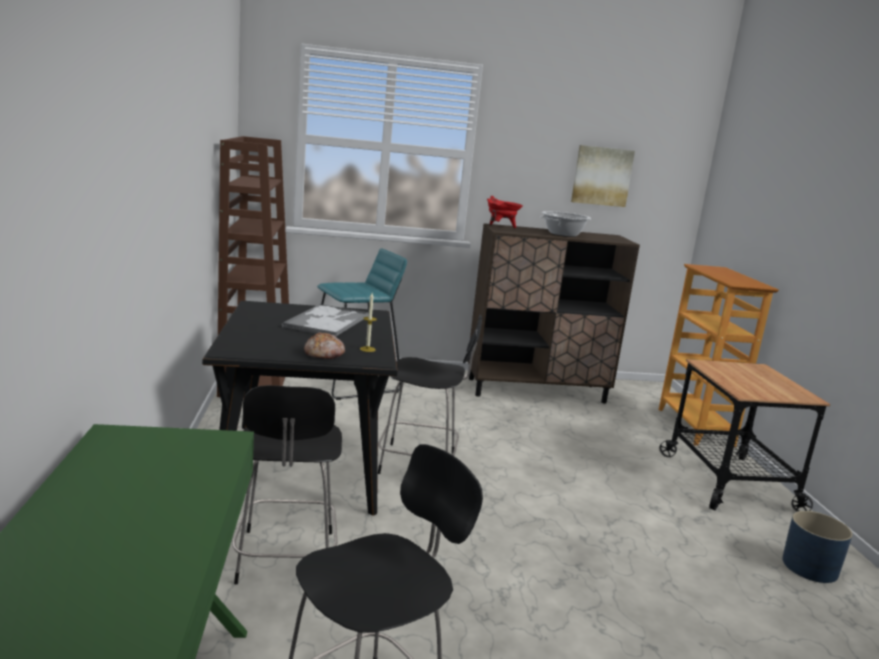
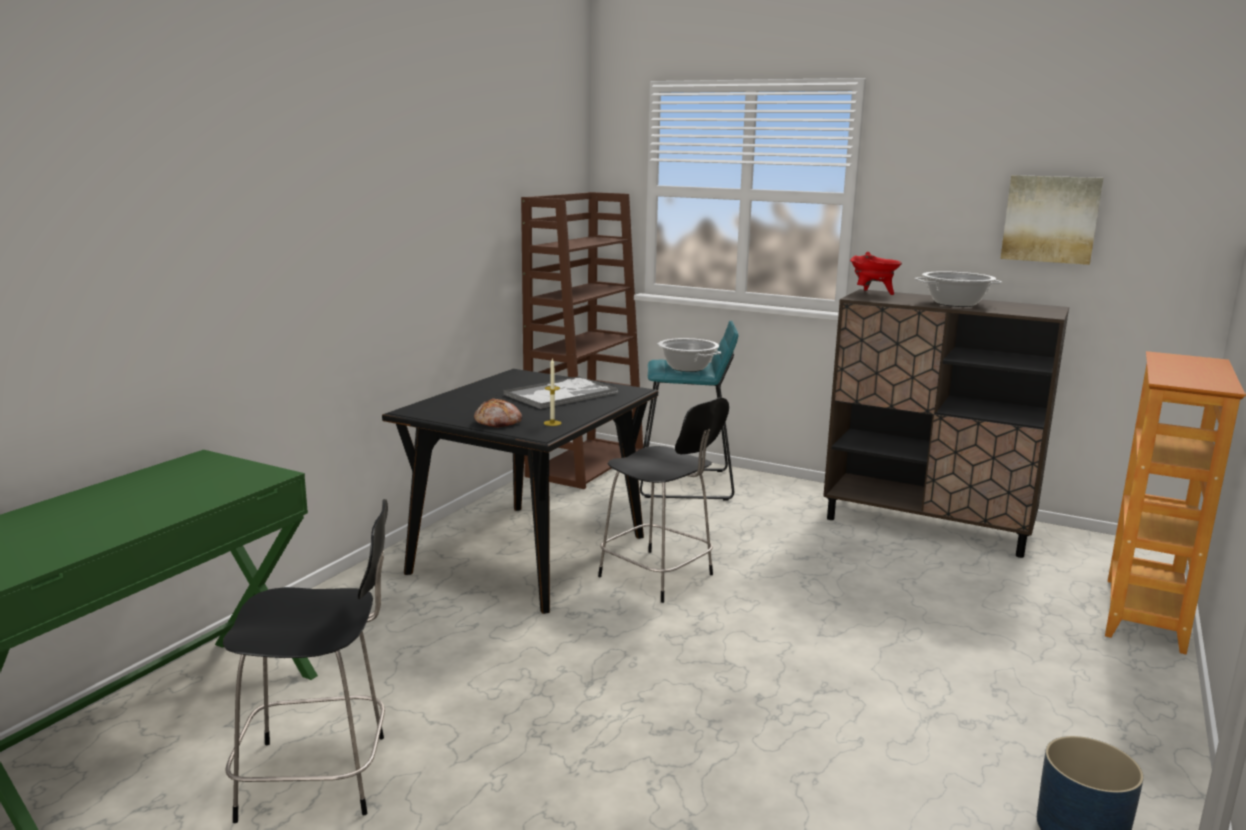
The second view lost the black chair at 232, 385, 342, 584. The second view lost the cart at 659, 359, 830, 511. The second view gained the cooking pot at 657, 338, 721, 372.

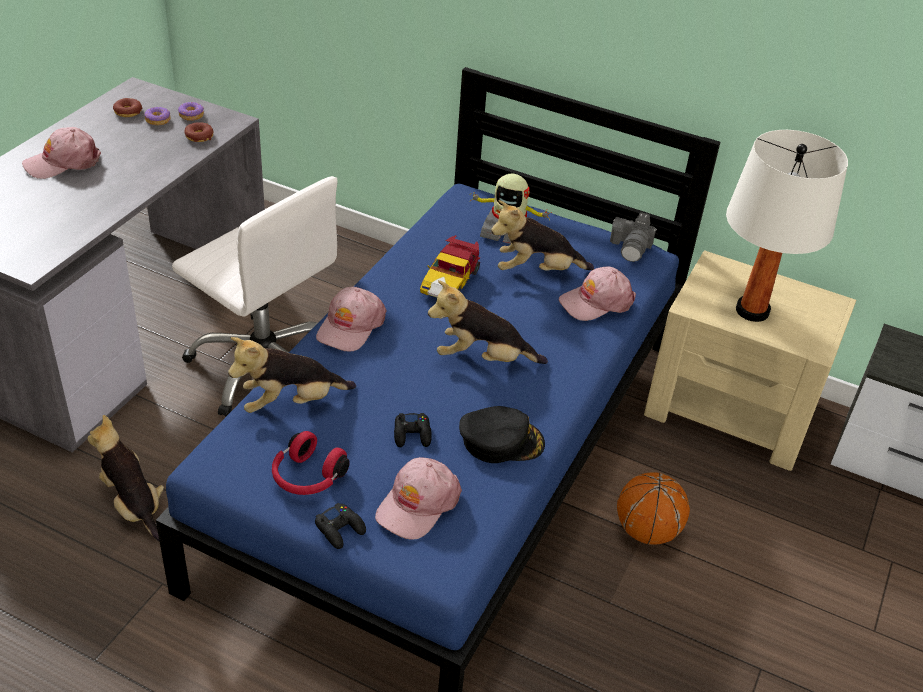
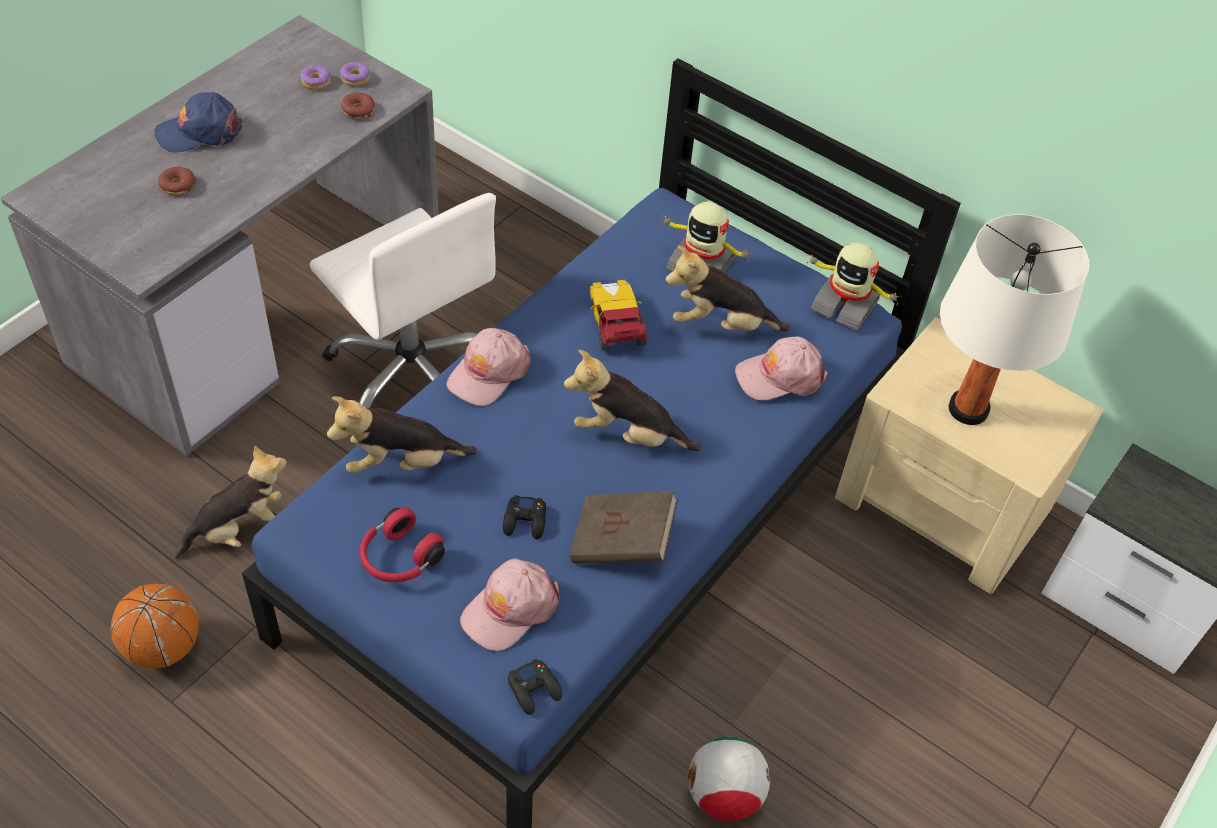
What was the pink cap at 22, 127, 101, 179 turned into the blue cap at 155, 92, 242, 153. The plush toy at 88, 415, 164, 541 ended up facing another way, 90 degrees clockwise from before. The donut ended up elsewhere, having gone from 113, 98, 143, 117 to 158, 167, 196, 195. The black game controller ended up elsewhere, having gone from 315, 503, 366, 549 to 508, 658, 562, 715. The toy car at 420, 235, 480, 297 ended up facing another way, 135 degrees clockwise from before. Where the black cap stood at 459, 406, 545, 463, the brown book came to stand at 570, 491, 678, 564. Where the photo camera stood at 610, 212, 657, 262, the toy robot came to stand at 806, 242, 902, 331. The basketball ended up elsewhere, having gone from 617, 472, 690, 545 to 111, 584, 199, 669. The second view gained the football at 688, 737, 770, 821.

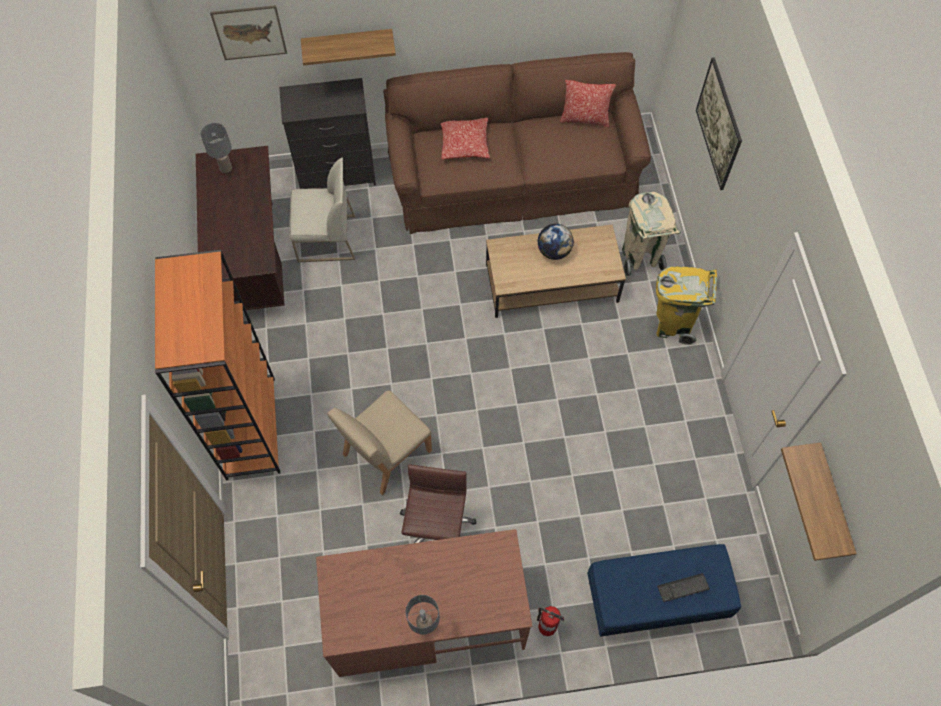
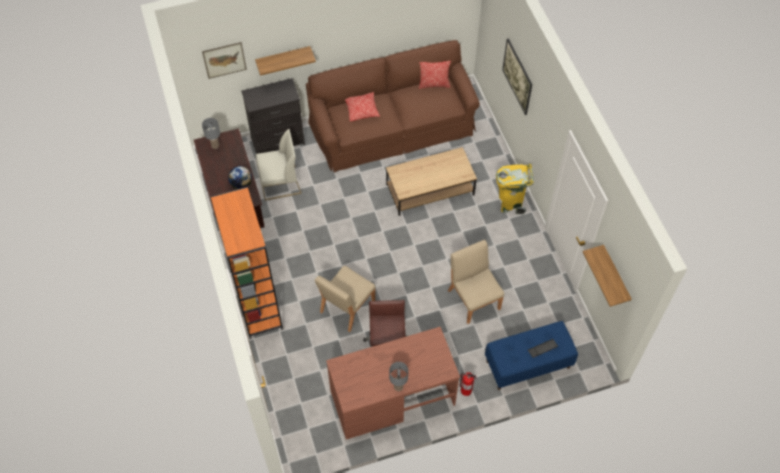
The globe ended up elsewhere, having gone from 538, 224, 574, 260 to 228, 166, 252, 189. The second view lost the beige trash can at 622, 192, 681, 277. The second view gained the beige chair at 448, 240, 504, 324.

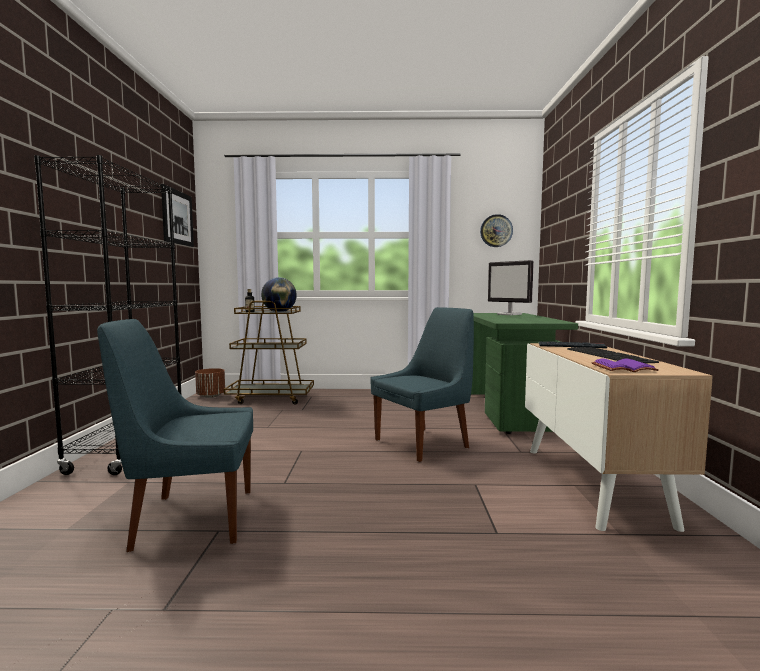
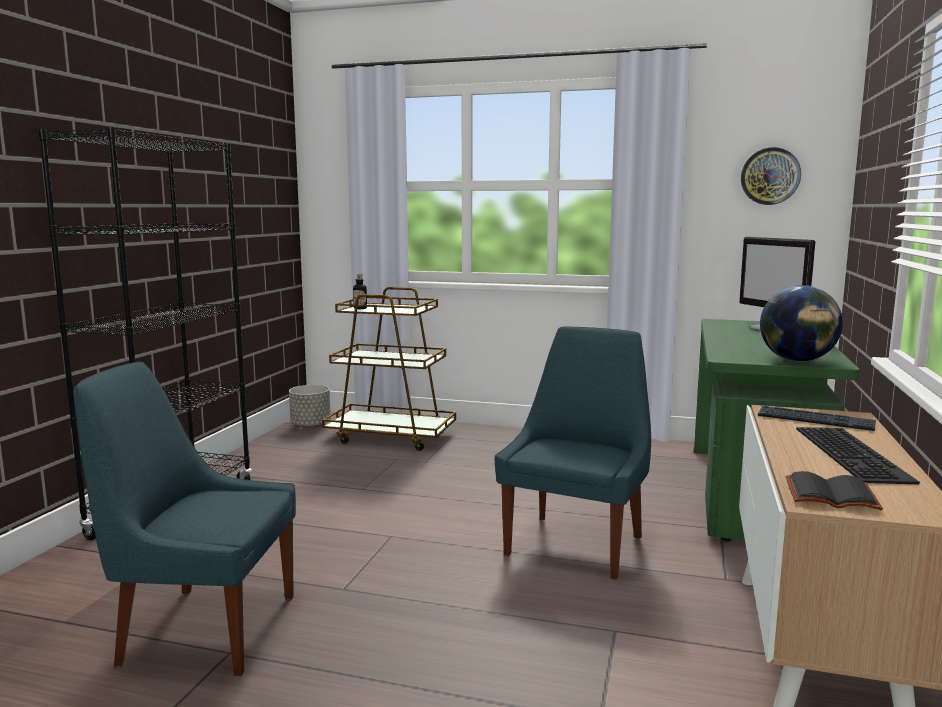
The second view lost the picture at 161, 184, 194, 247. What was the brown planter at 195, 368, 225, 398 turned into the grey planter at 289, 385, 331, 428. The globe ended up elsewhere, having gone from 261, 277, 297, 312 to 760, 285, 843, 362. The blue chair at 371, 307, 474, 462 ended up facing another way, 45 degrees counterclockwise from before. What was the purple book at 592, 358, 659, 372 turned into the black book at 786, 471, 883, 511.

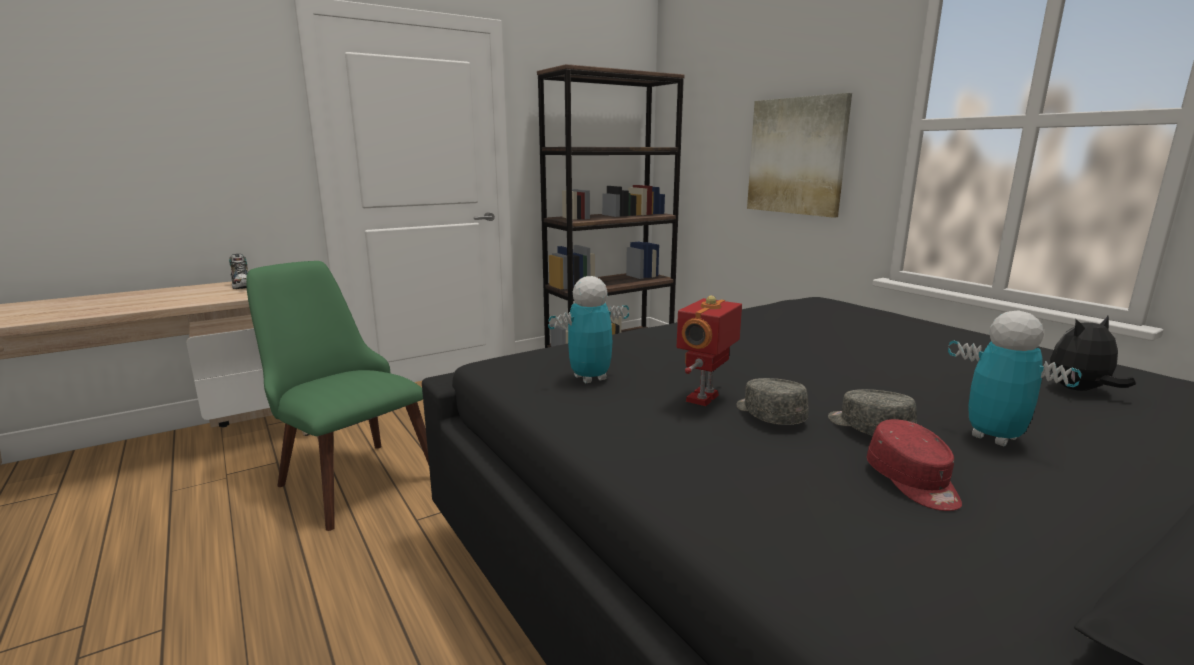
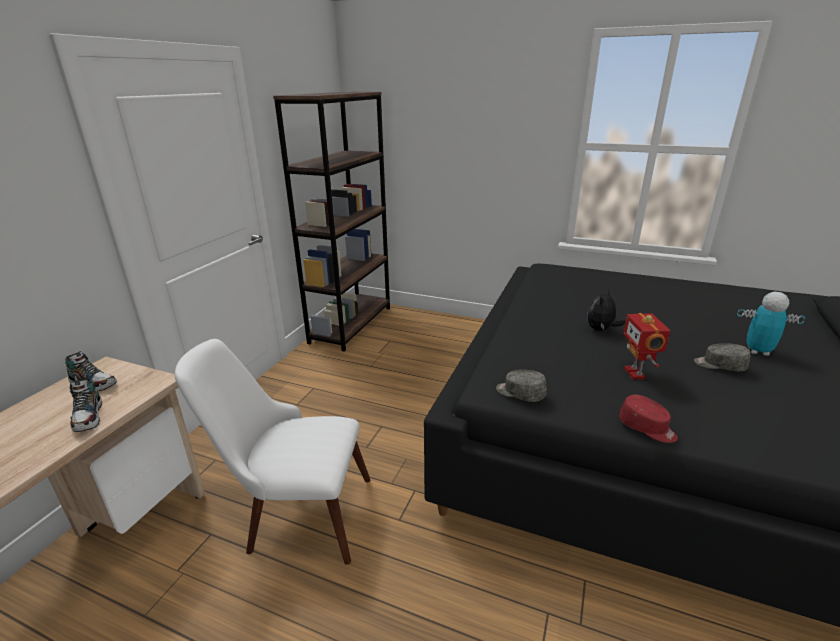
What was the green chair at 246, 261, 429, 531 turned into the white chair at 175, 339, 370, 565. The second view lost the toy robot at 548, 276, 629, 383. The grey cap ended up elsewhere, having gone from 736, 378, 809, 425 to 496, 370, 547, 402. The second view lost the picture at 747, 93, 852, 218. The red cap ended up elsewhere, having gone from 867, 419, 962, 511 to 619, 395, 678, 443. The plush toy ended up elsewhere, having gone from 1050, 316, 1136, 391 to 587, 288, 625, 331. The second view gained the shoe at 69, 378, 102, 432.

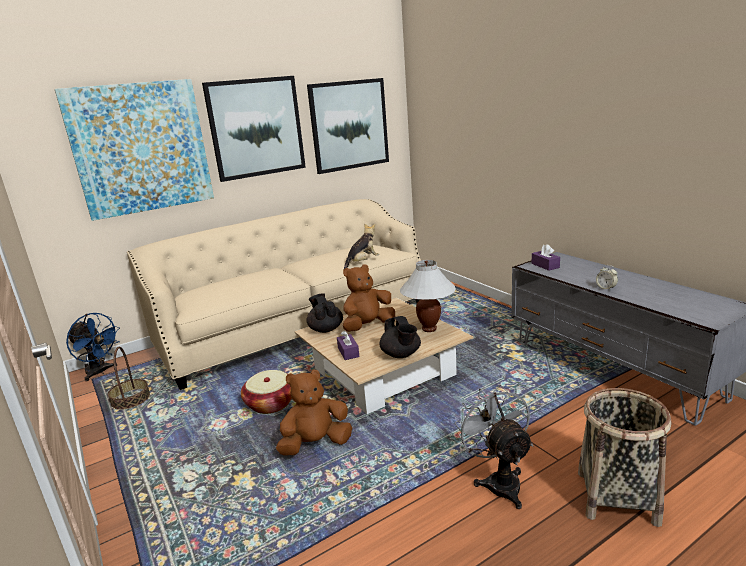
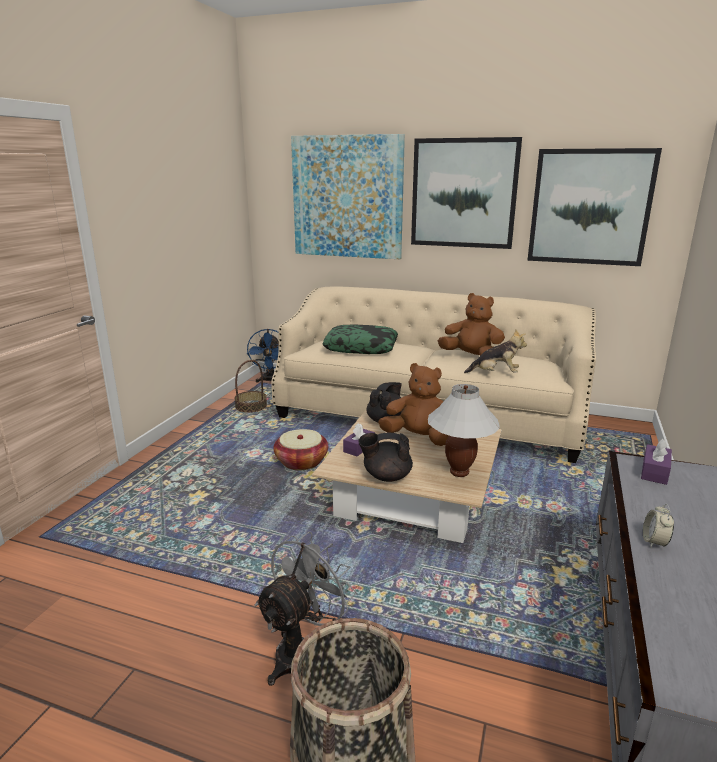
The brown plush toy ended up elsewhere, having gone from 276, 369, 352, 455 to 438, 293, 505, 356. The black teapot at 379, 316, 421, 358 ended up facing another way, 60 degrees clockwise from before. The second view gained the pillow at 322, 325, 398, 354.

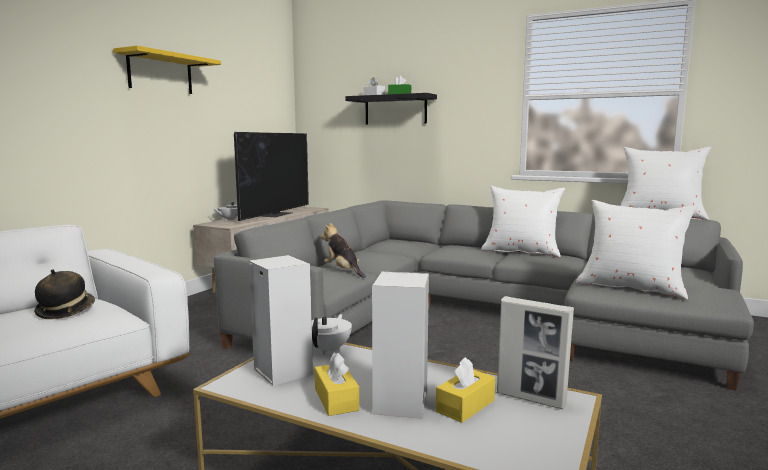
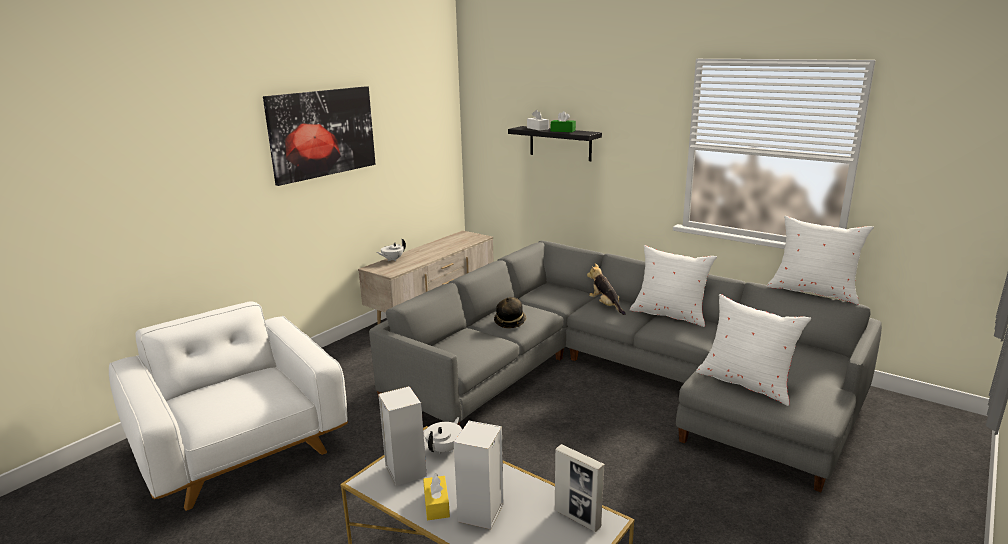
The hat ended up elsewhere, having gone from 34, 269, 95, 319 to 494, 297, 526, 328. Where the yellow shelf hung at 113, 46, 221, 94, the picture came to hang at 263, 86, 376, 186. The second view lost the television at 234, 132, 309, 221. The plush toy ended up elsewhere, having gone from 321, 223, 366, 278 to 587, 263, 626, 315. The second view lost the yellow tissue box at 436, 357, 495, 423.

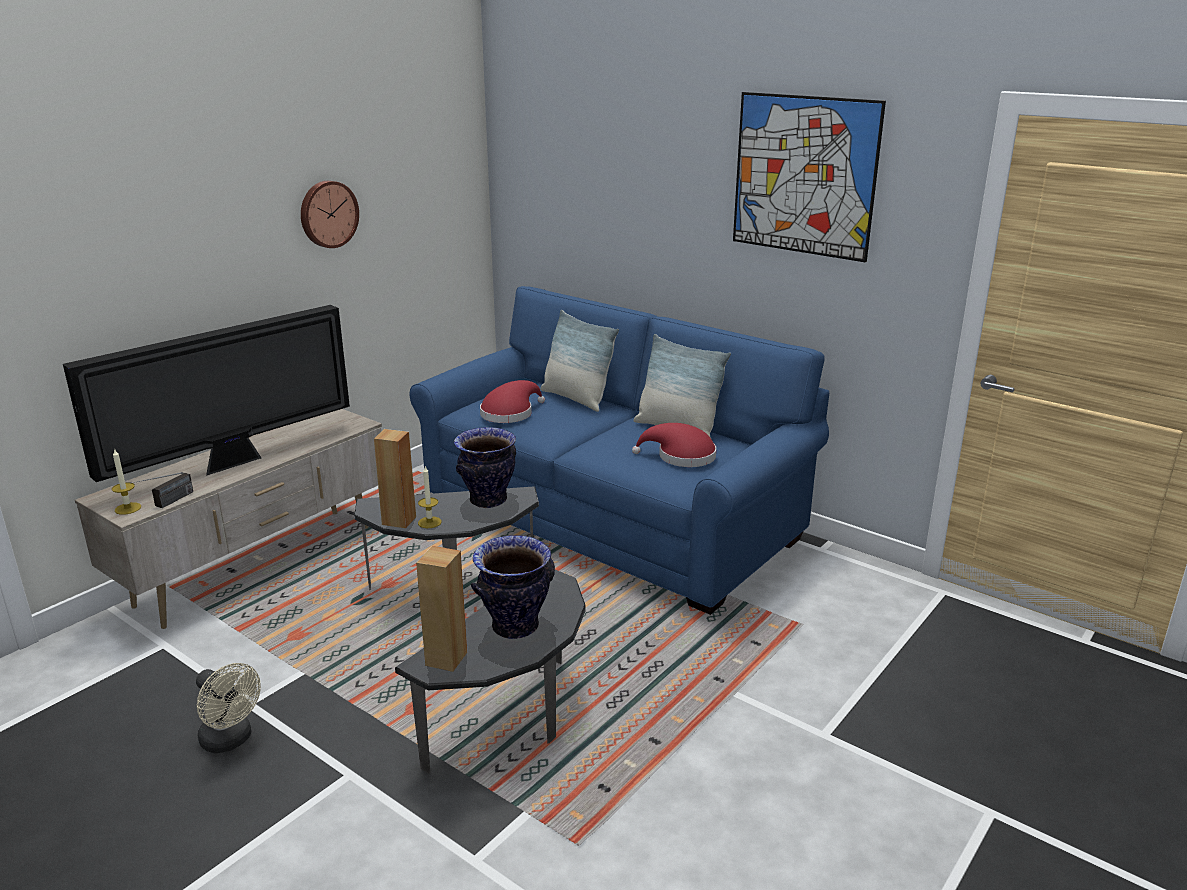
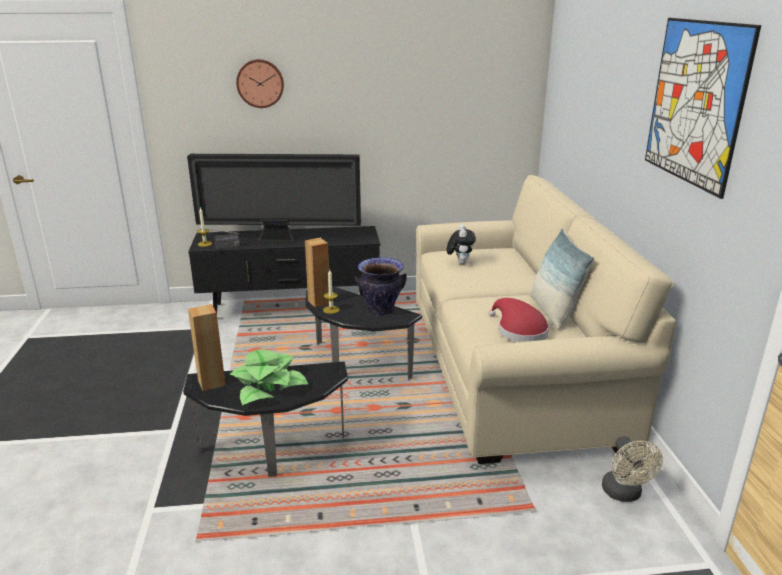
What was the beige tv stand at 75, 409, 382, 629 turned into the black tv stand at 188, 226, 380, 313. The beige fan ended up elsewhere, having gone from 196, 663, 261, 753 to 602, 436, 663, 502. The wall clock ended up elsewhere, having gone from 301, 181, 359, 248 to 236, 59, 284, 108. What was the blue sofa at 409, 286, 829, 615 turned into the beige sofa at 416, 175, 676, 464. Where the vase stood at 471, 535, 555, 639, the potted plant came to stand at 230, 349, 308, 405. Where the red hat stood at 480, 380, 545, 423, the plush toy came to stand at 447, 224, 476, 264. The second view lost the pillow at 540, 310, 619, 412.

